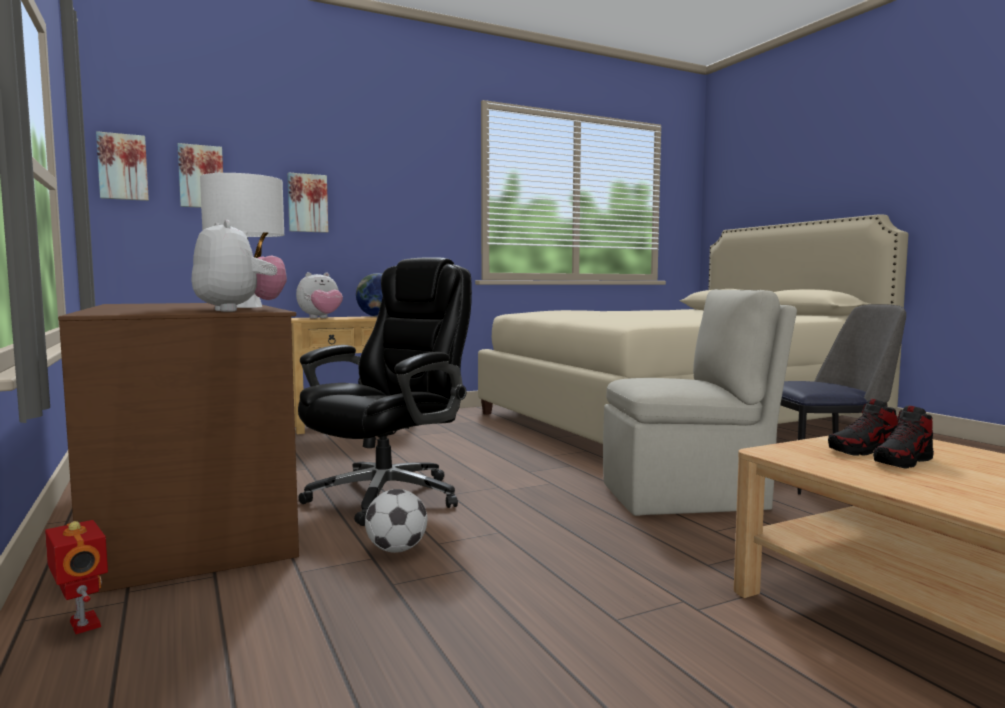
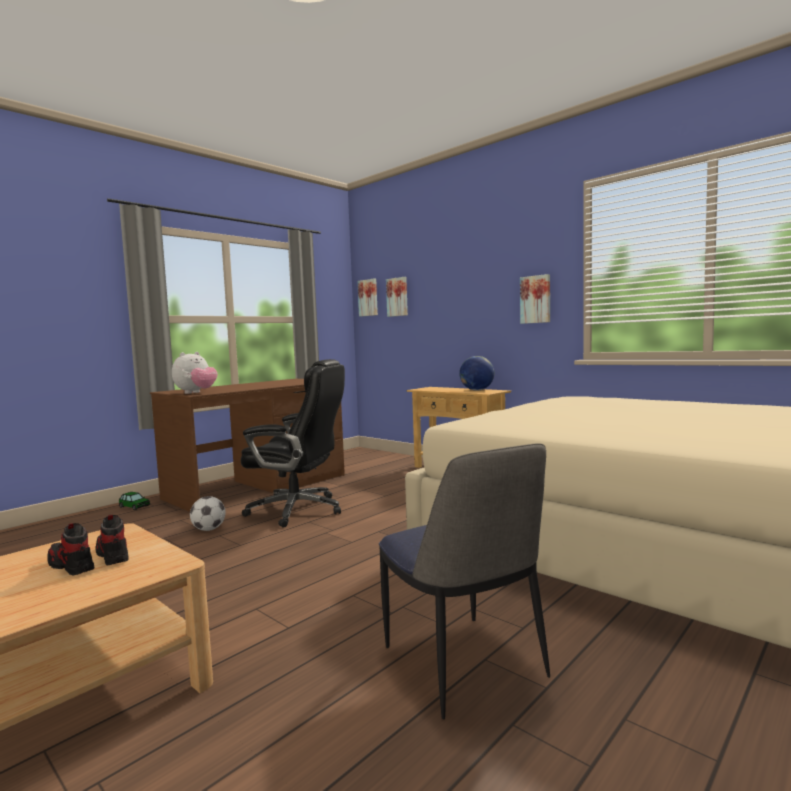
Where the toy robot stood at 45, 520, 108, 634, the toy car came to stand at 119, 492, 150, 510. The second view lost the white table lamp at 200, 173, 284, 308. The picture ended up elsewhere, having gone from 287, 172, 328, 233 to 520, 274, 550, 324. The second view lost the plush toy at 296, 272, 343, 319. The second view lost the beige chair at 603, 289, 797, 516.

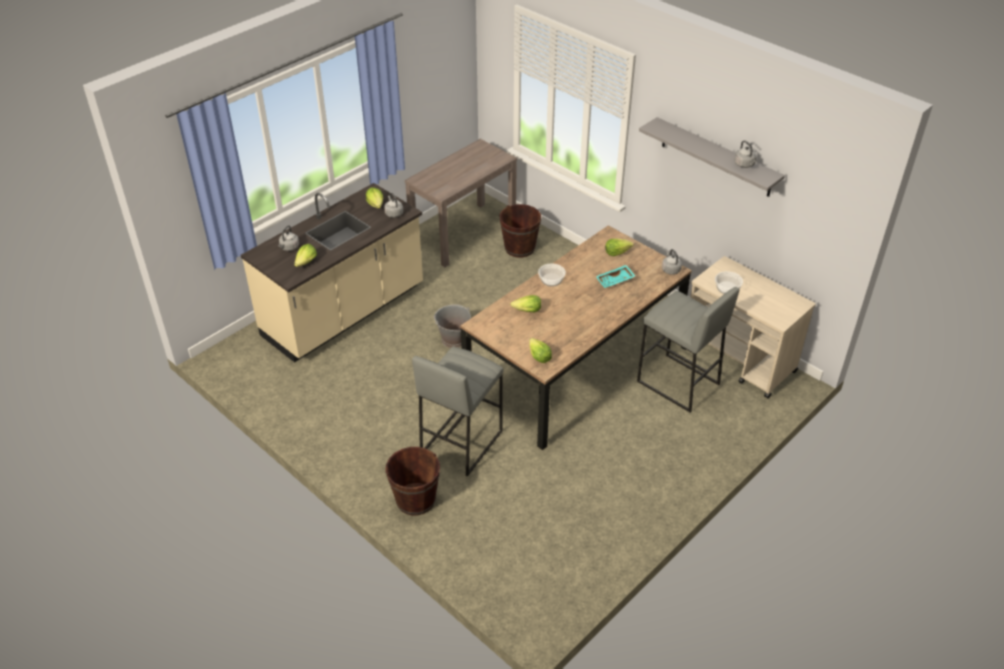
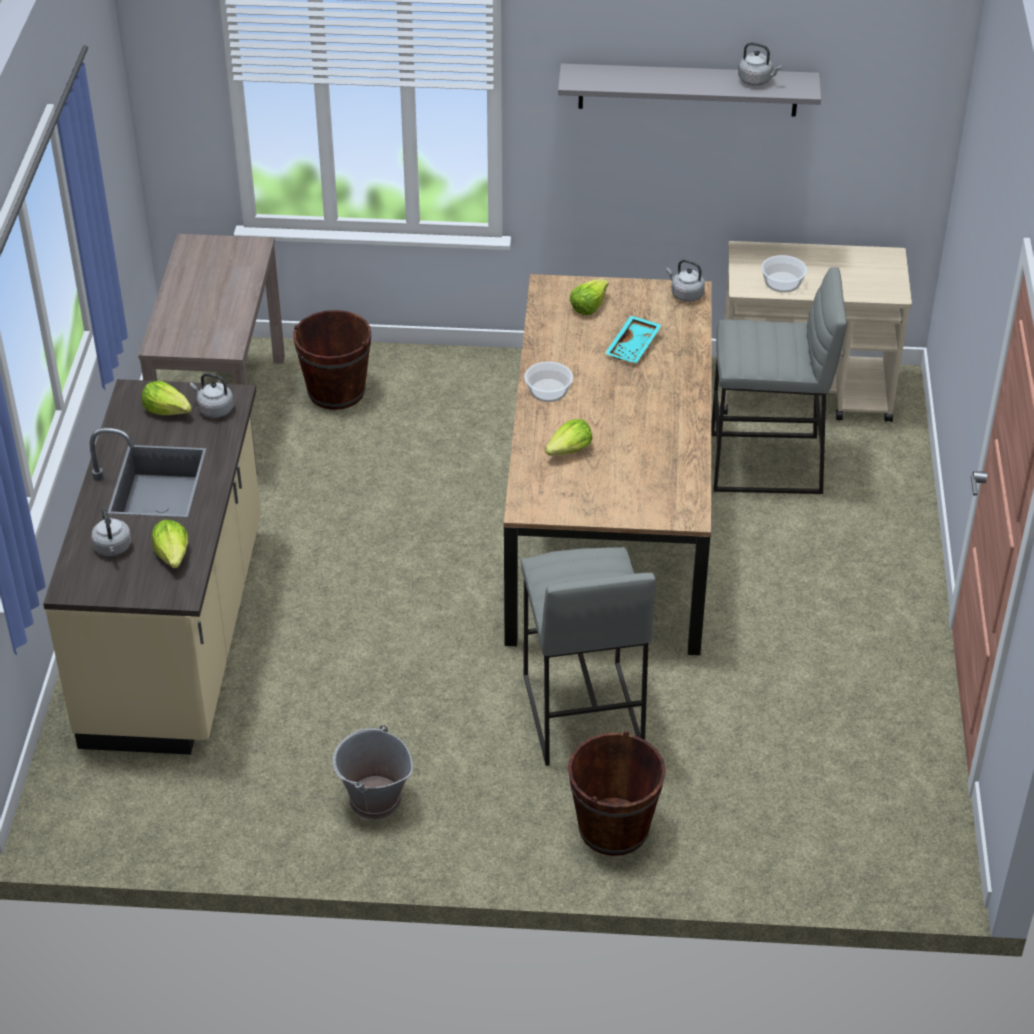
The grey bucket ended up elsewhere, having gone from 434, 304, 471, 348 to 332, 725, 413, 820. The second view lost the lettuce at 529, 338, 552, 363.

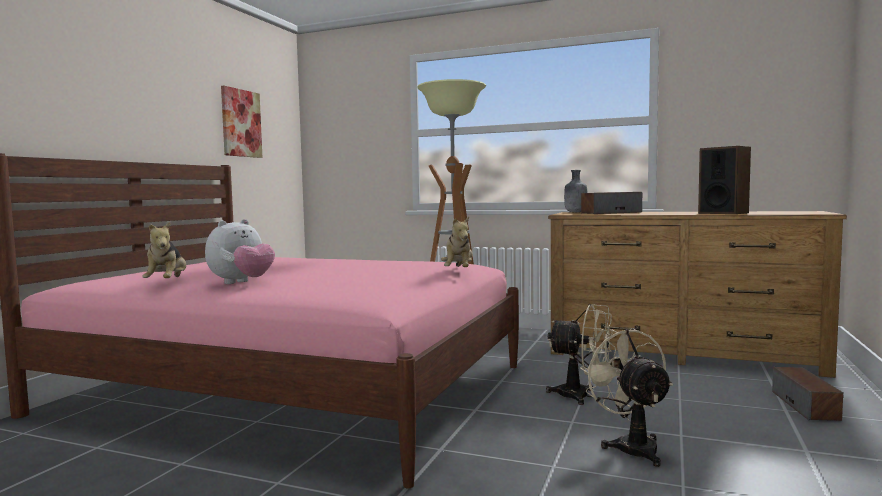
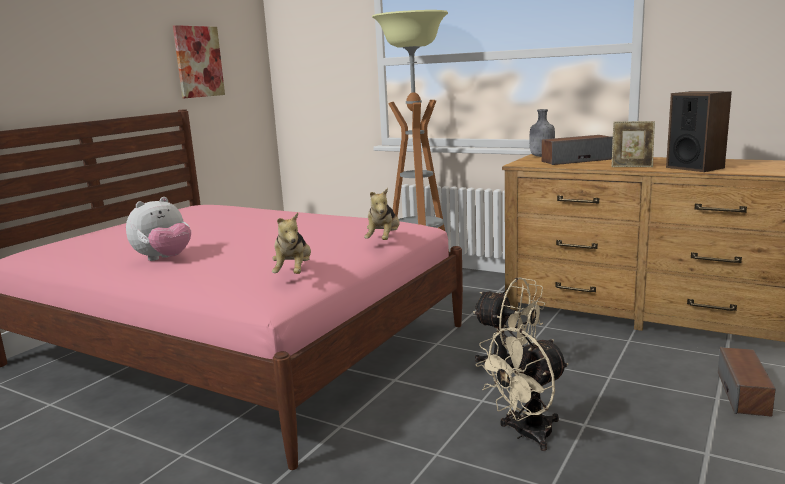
The plush toy ended up elsewhere, having gone from 142, 222, 186, 278 to 272, 213, 311, 274. The beige fan at 580, 328, 673, 467 ended up facing another way, 120 degrees counterclockwise from before. The second view gained the picture frame at 611, 121, 655, 167.

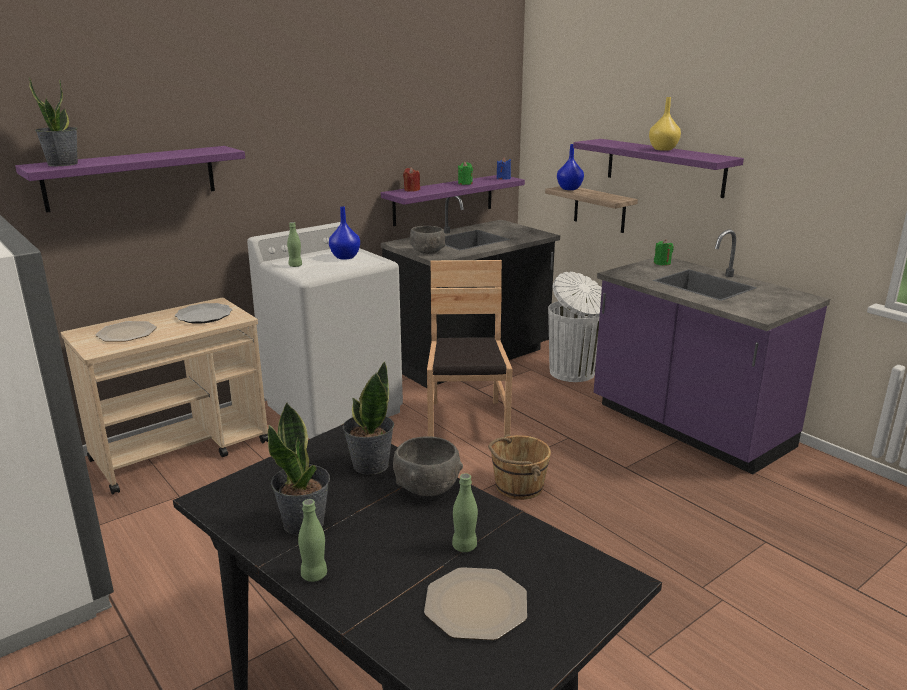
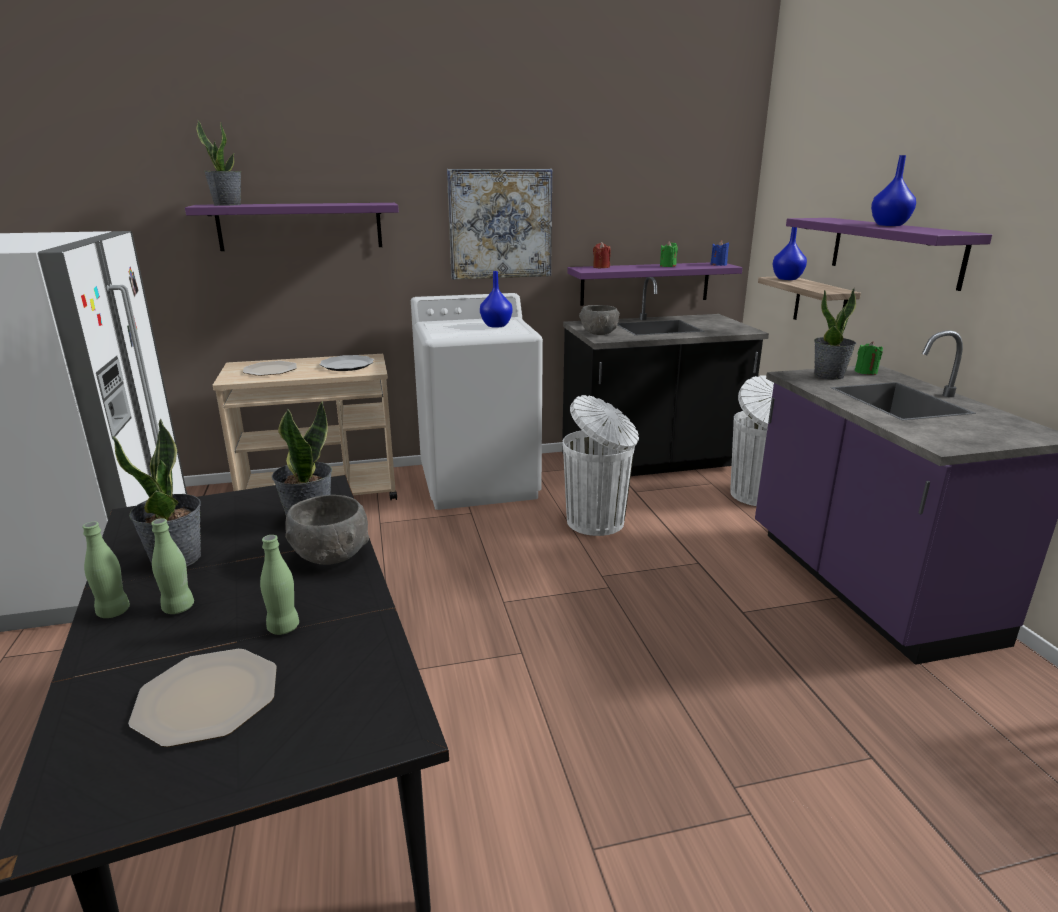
The green bottle ended up elsewhere, having gone from 287, 222, 302, 267 to 151, 518, 194, 614. Where the brown chair stood at 427, 260, 512, 437, the white trash can came to stand at 563, 395, 639, 536. The second view lost the brown bucket at 488, 434, 551, 500. What was the yellow vase at 649, 97, 681, 151 turned into the blue vase at 871, 155, 916, 226. The second view gained the picture at 447, 169, 552, 279. The second view gained the potted plant at 814, 288, 856, 380.

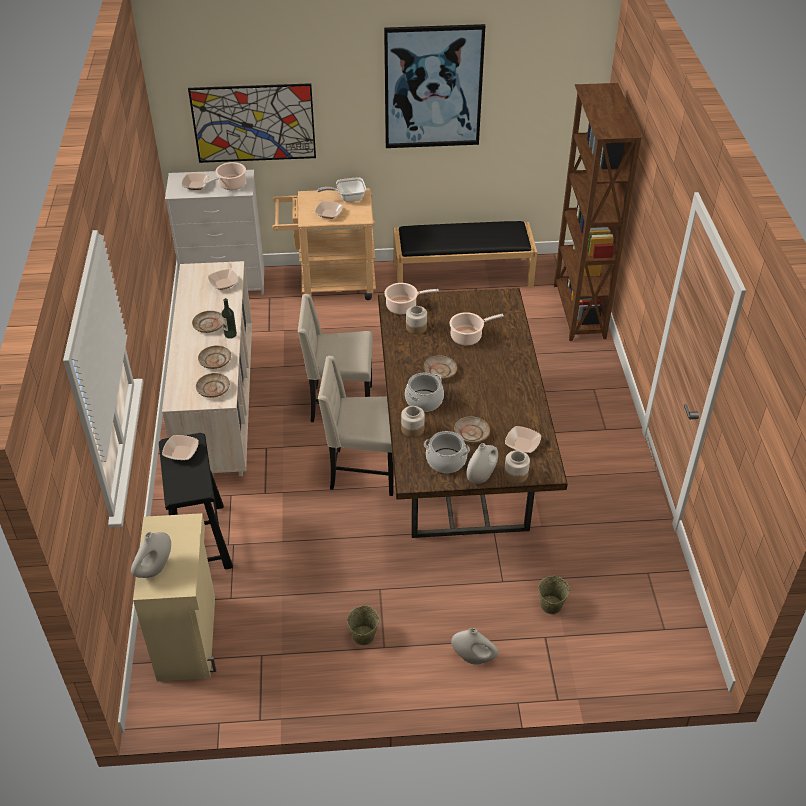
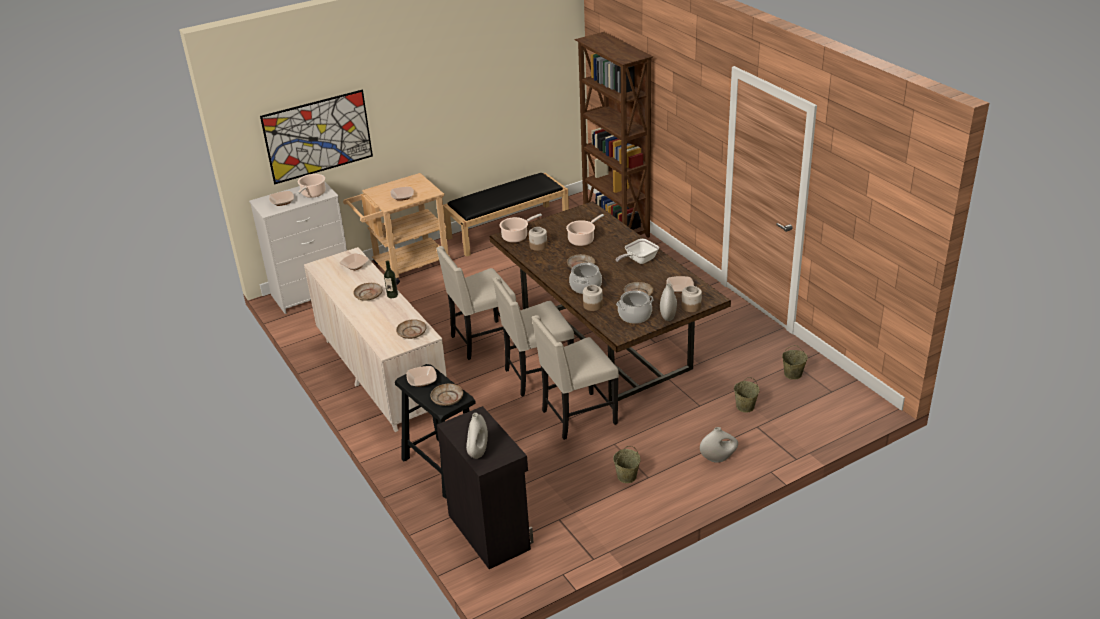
What was the beige cabinet at 133, 513, 216, 681 turned into the black cabinet at 437, 406, 534, 569. The beige plate ended up elsewhere, having gone from 198, 345, 231, 369 to 431, 384, 463, 406. The frying pan ended up elsewhere, having gone from 317, 177, 366, 202 to 615, 239, 659, 264. The second view lost the picture at 384, 24, 485, 148. The second view gained the beige chair at 532, 315, 619, 440. The second view gained the beige bucket at 782, 345, 808, 380.

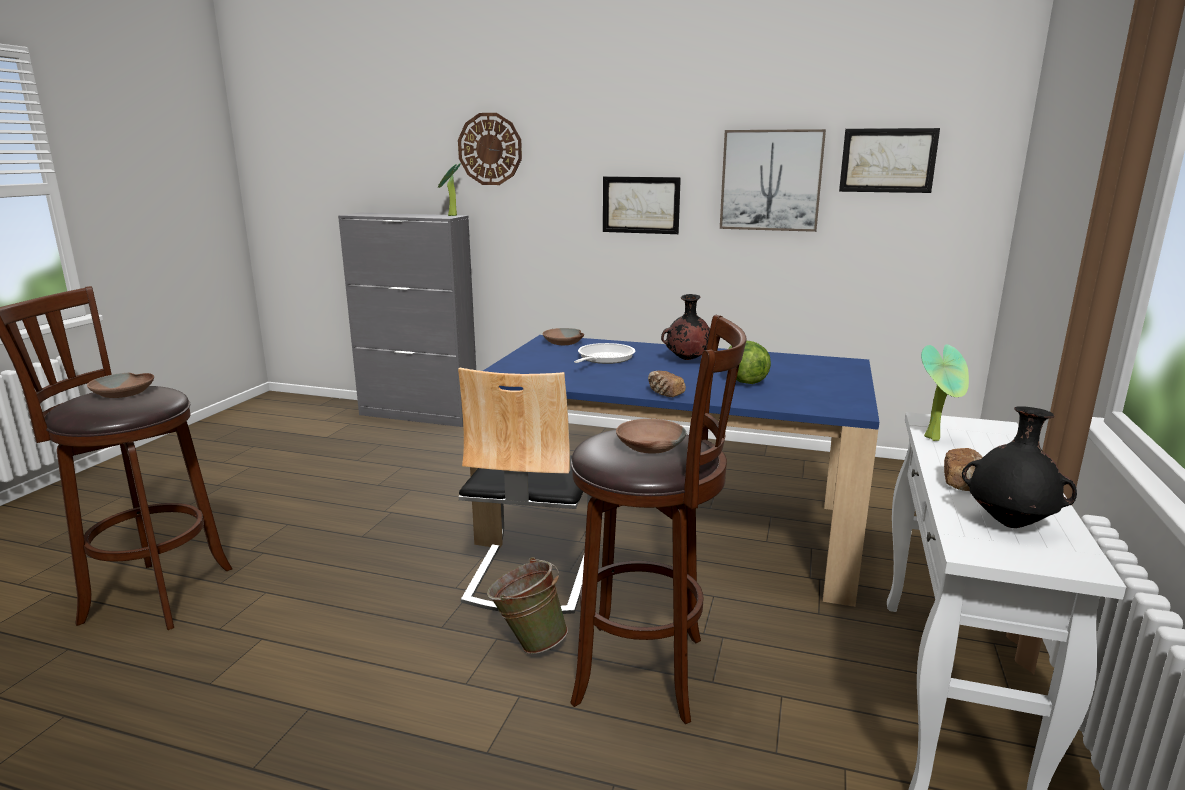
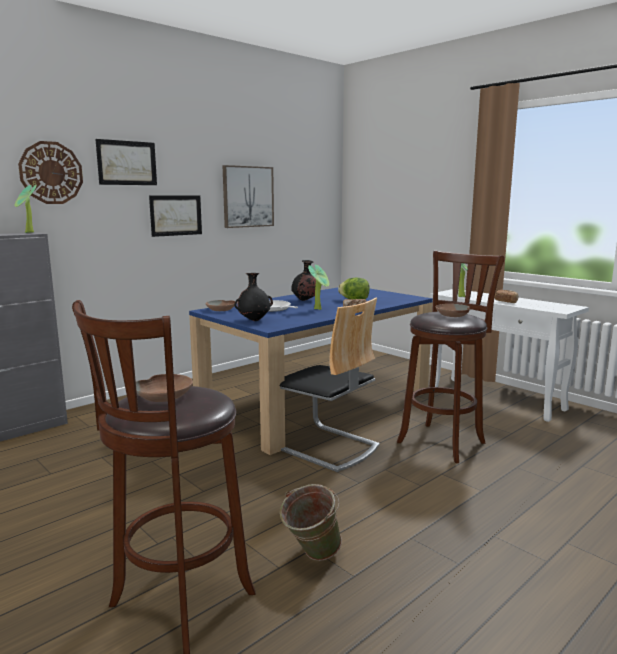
The green bucket ended up elsewhere, having gone from 487, 557, 568, 654 to 280, 484, 342, 561. The picture ended up elsewhere, having gone from 839, 128, 940, 193 to 95, 139, 157, 185. The black vase ended up elsewhere, having gone from 962, 406, 1077, 528 to 234, 273, 273, 321. The second view gained the potted plant at 308, 264, 329, 310.

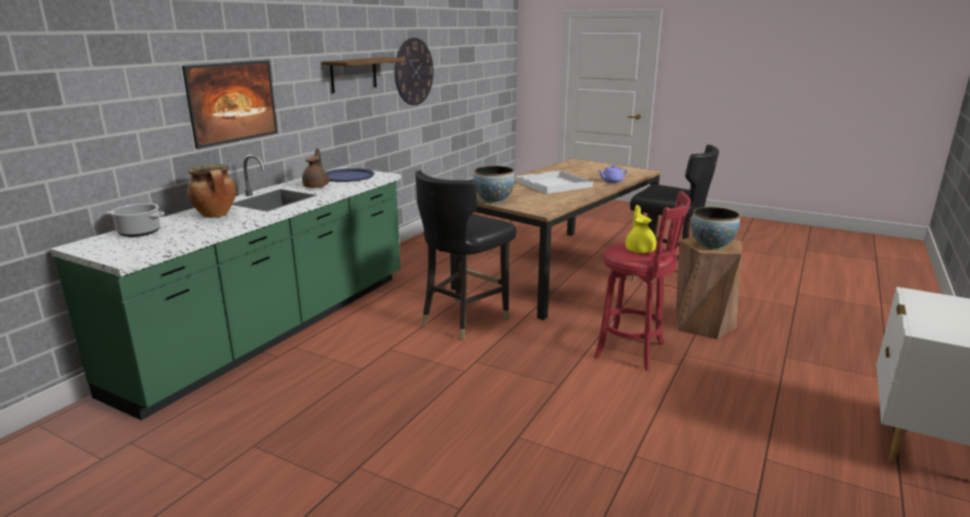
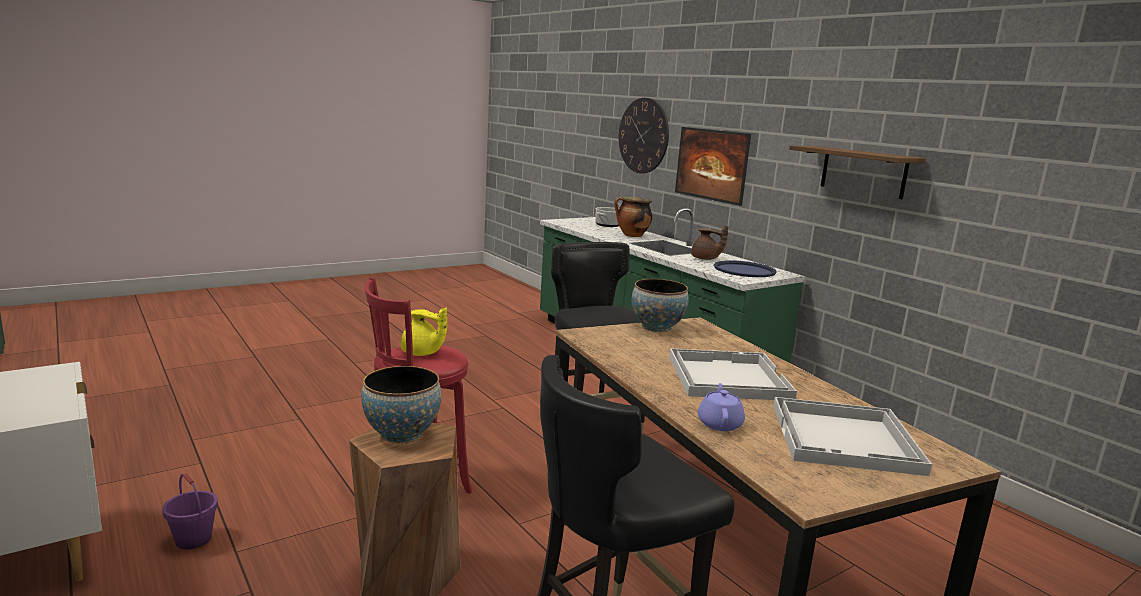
The wall clock ended up elsewhere, having gone from 395, 38, 433, 105 to 619, 98, 669, 173. The second view gained the purple bucket at 162, 473, 218, 549. The second view gained the white tray at 773, 397, 932, 476.

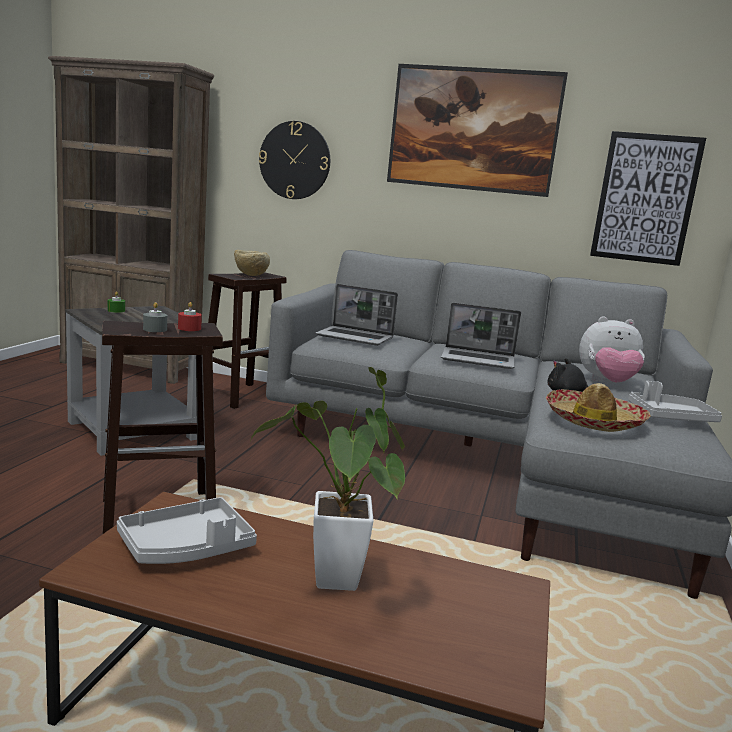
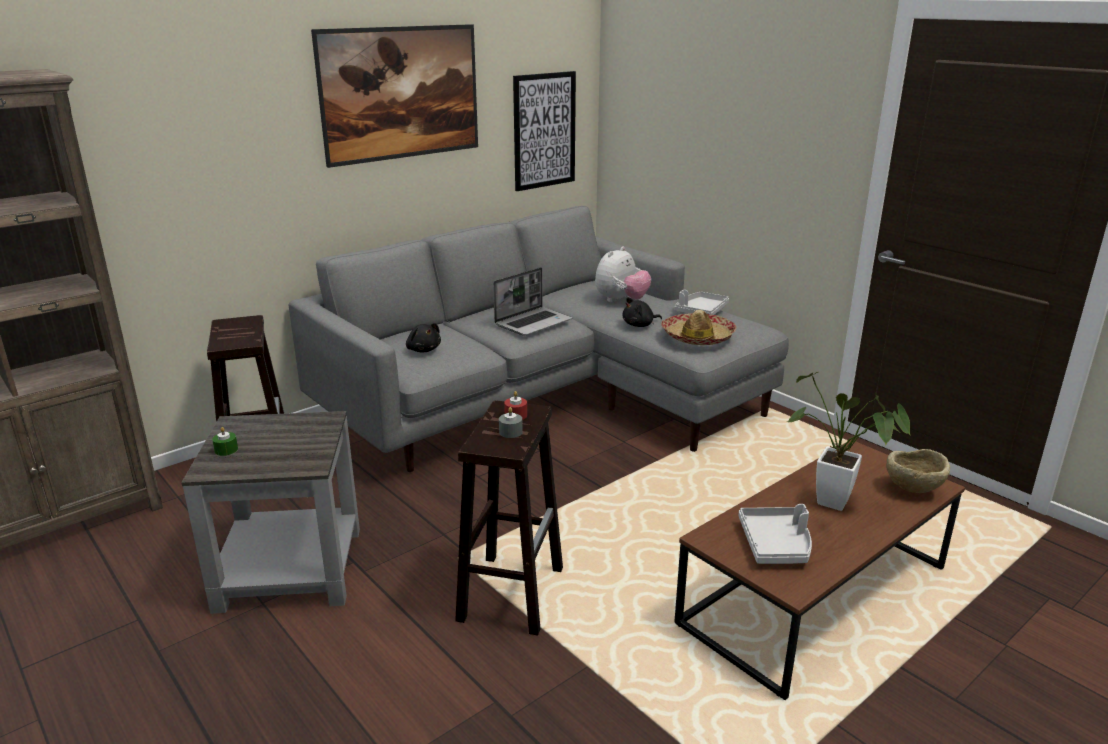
The beige bowl ended up elsewhere, having gone from 234, 250, 270, 276 to 886, 449, 950, 493. The second view lost the wall clock at 259, 121, 330, 199. Where the laptop stood at 316, 284, 398, 346, the black plush toy came to stand at 406, 323, 441, 352.

